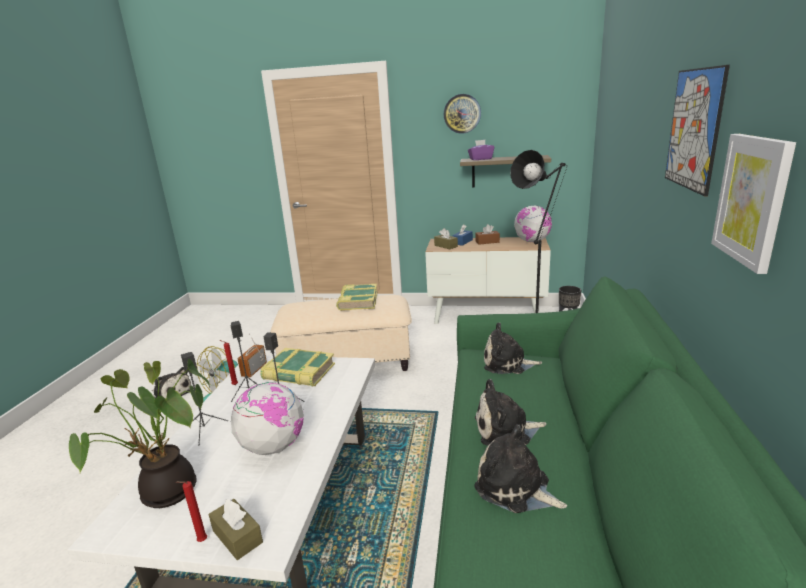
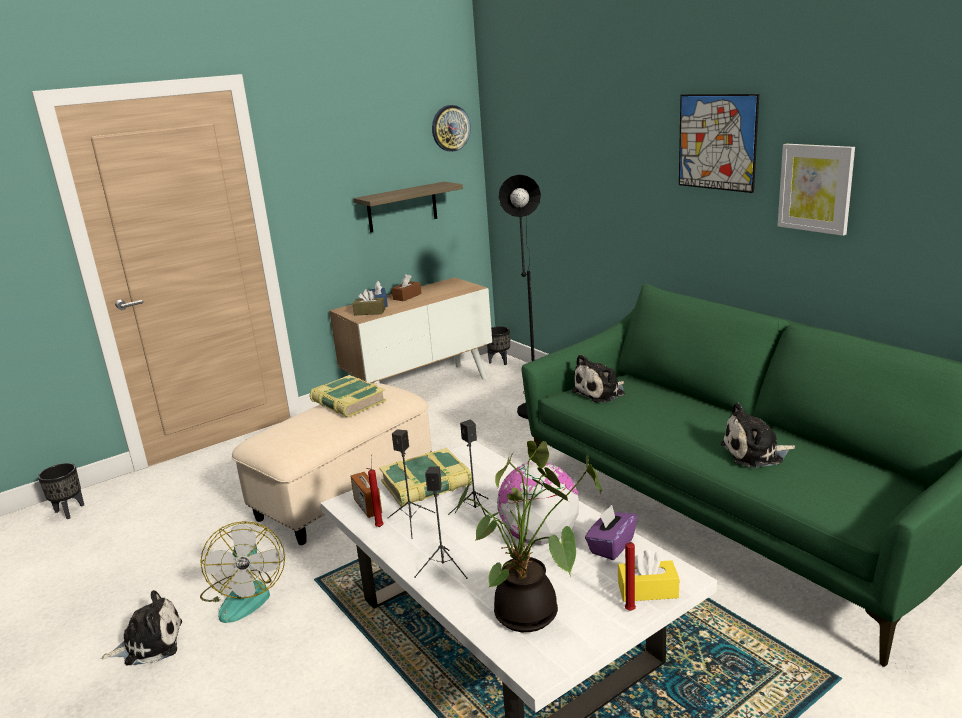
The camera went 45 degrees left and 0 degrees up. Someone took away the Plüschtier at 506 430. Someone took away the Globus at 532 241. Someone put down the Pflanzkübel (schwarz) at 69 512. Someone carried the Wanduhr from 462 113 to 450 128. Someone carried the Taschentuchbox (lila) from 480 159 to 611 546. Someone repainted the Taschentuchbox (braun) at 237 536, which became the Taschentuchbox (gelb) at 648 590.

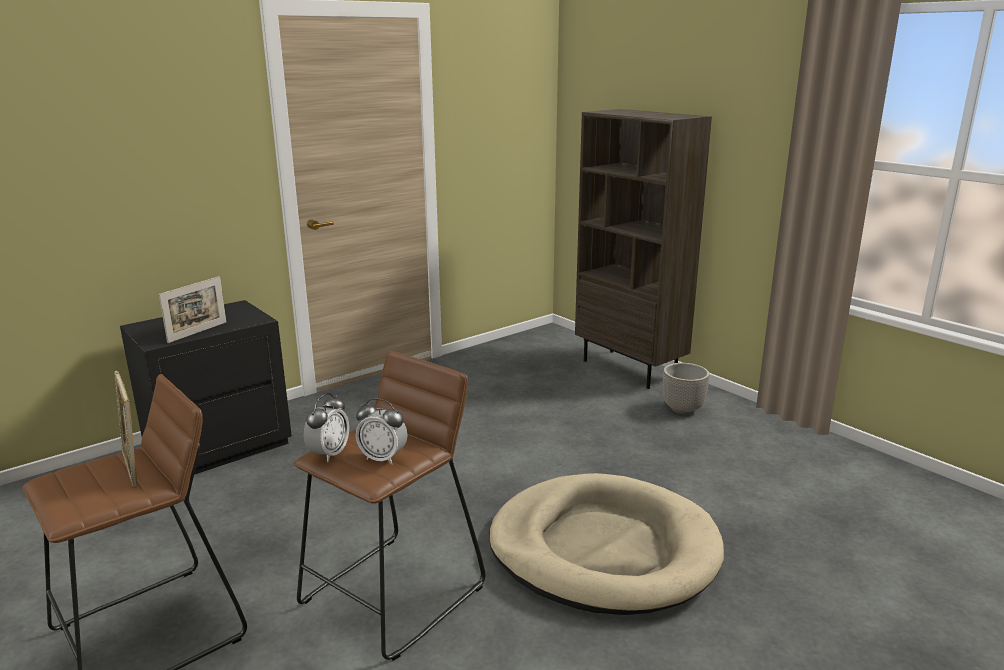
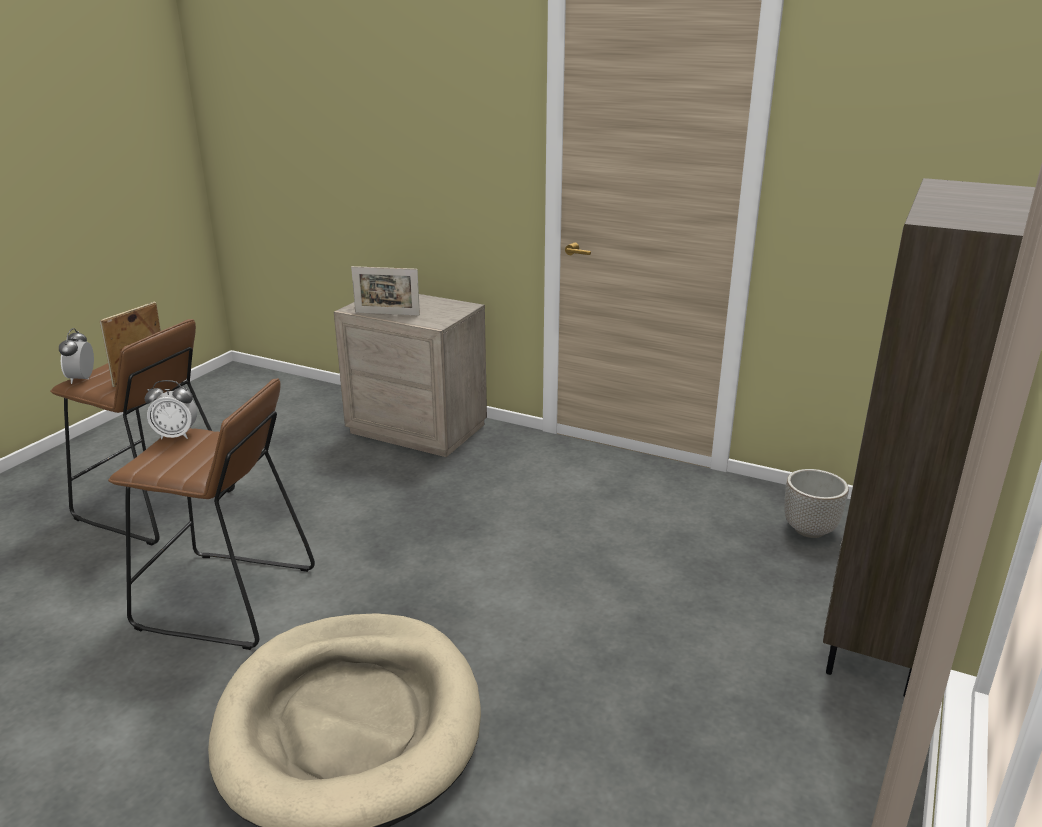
The camera went 65 degrees right and 5 degrees up. Someone carried the Wecker from 383 458 to 82 379. Someone carried the Pflanzkübel from 683 409 to 810 530. Someone repainted the Nachttisch (schwarz) at 218 446, which became the Nachttisch (beige) at 418 428.

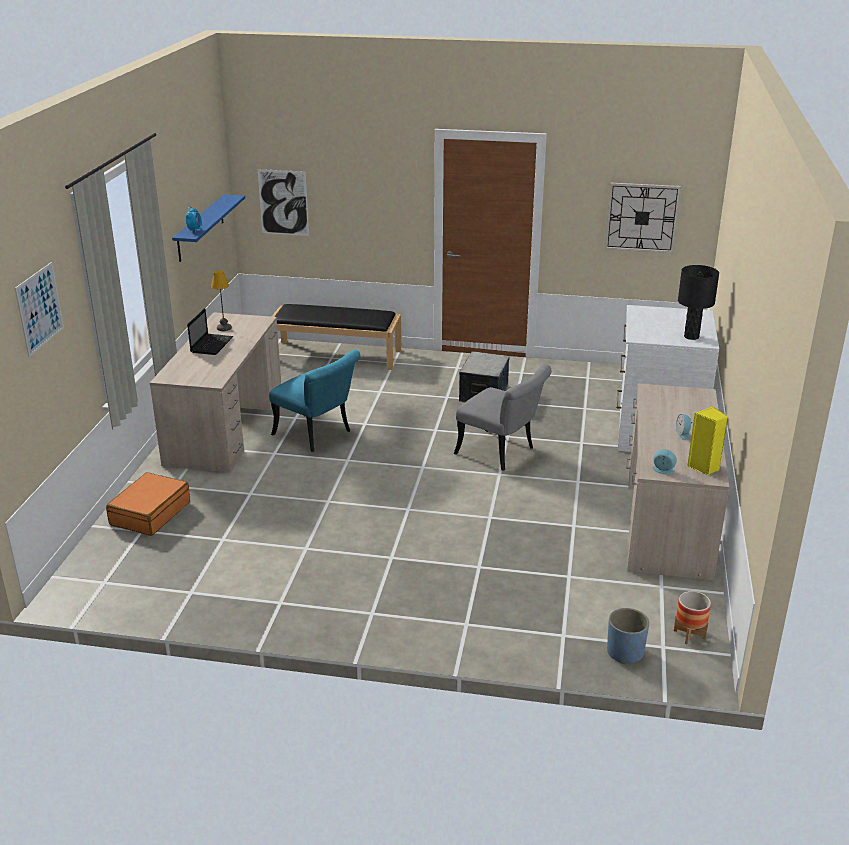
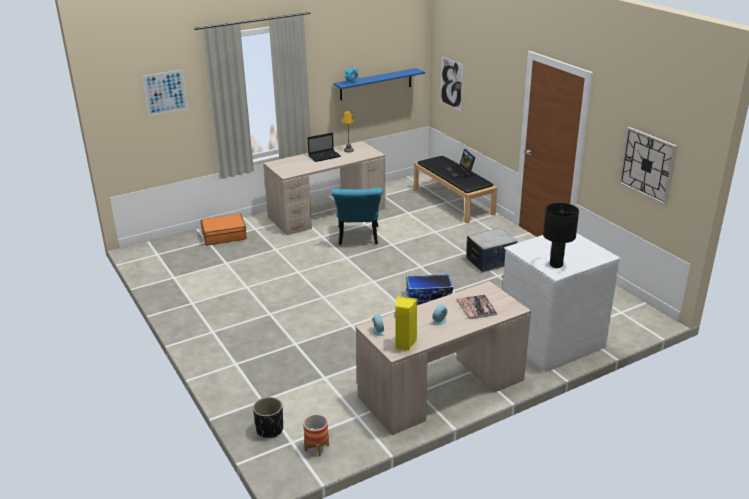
The camera went 50 degrees right and 0 degrees up. Someone put down the Laptop at 460 172. Someone put down the Buch at 476 307. Someone swapped the Stuhl (grau) at 501 453 for the Aufbewahrungsbox at 428 298. Someone repainted the Pflanzkübel (blau) at 625 652, which became the Pflanzkübel (schwarz) at 269 429.

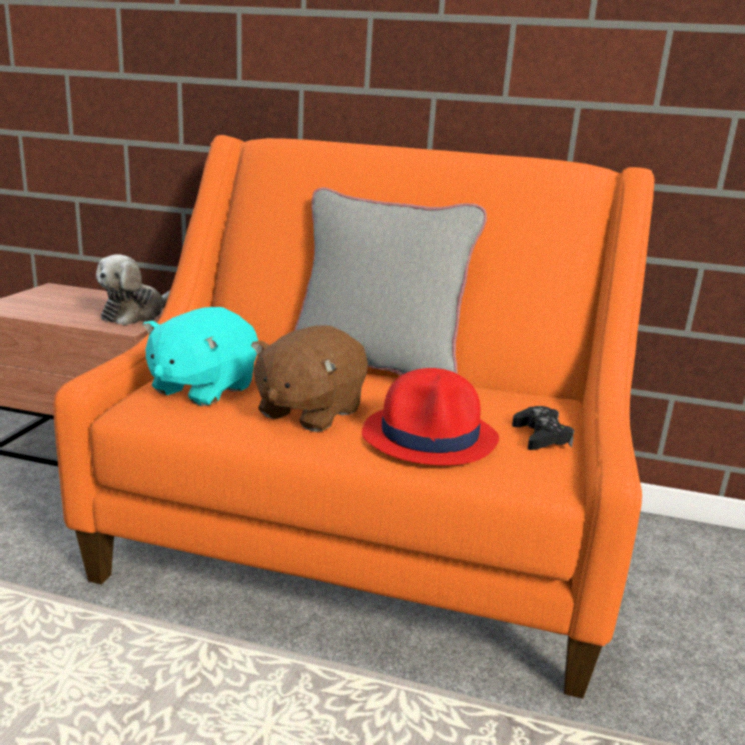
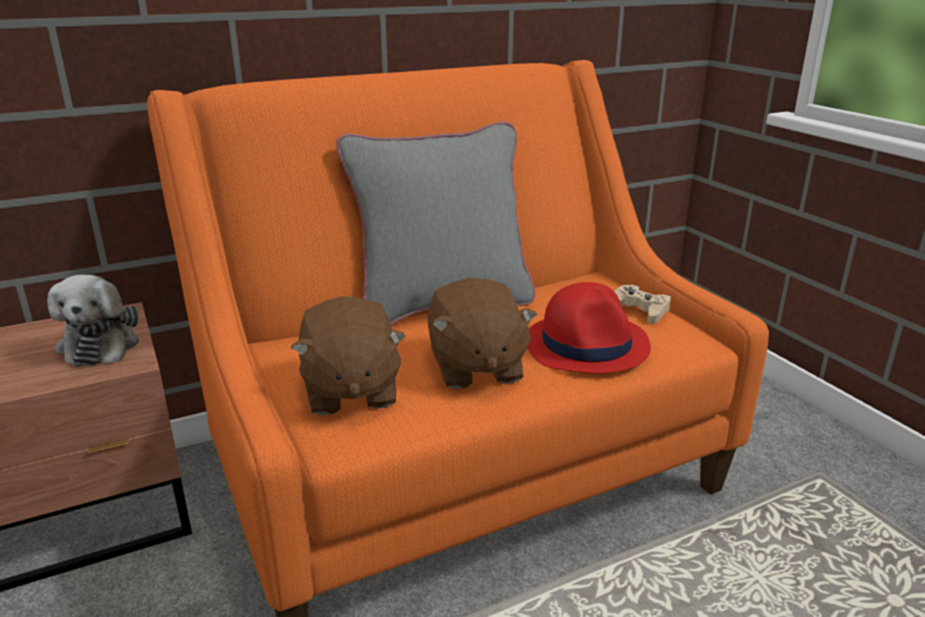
The camera went 40 degrees left and 5 degrees up. Someone repainted the Plüschtier (türkis) at 202 389, which became the Plüschtier (braun) at 349 391. Someone repainted the Gamepad (schwarz) at 541 437, which became the Gamepad (beige) at 639 311.

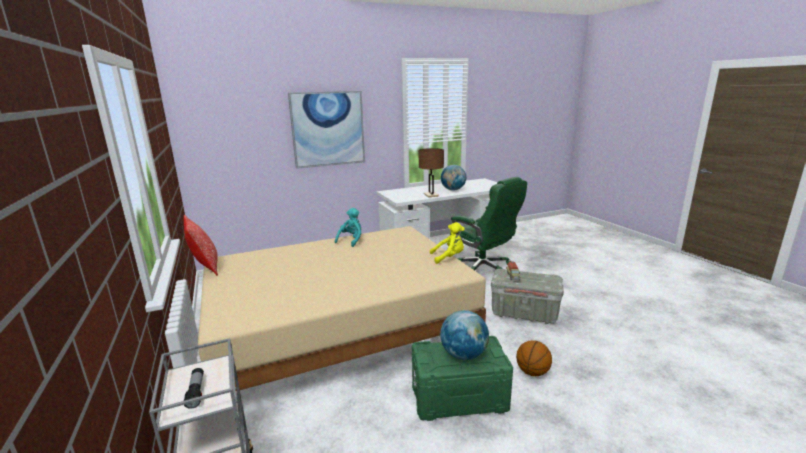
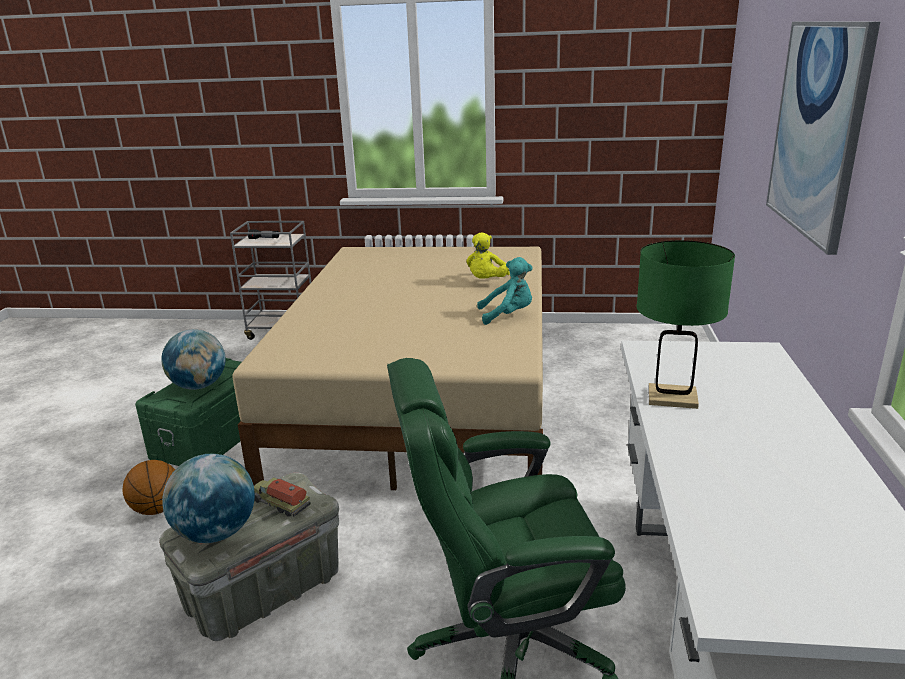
The camera went 120 degrees right and 5 degrees up. Someone took away the Kissen at 205 267. Someone carried the Plüschtier (gelb) from 449 257 to 486 282. Someone carried the Globus from 453 190 to 216 532. Someone repainted the Tischlampe (braun) at 431 195, which became the Tischlampe (grün) at 672 397. Someone rotated the Plüschtier (türkis) at 351 240 by 60 degrees counterclockwise.

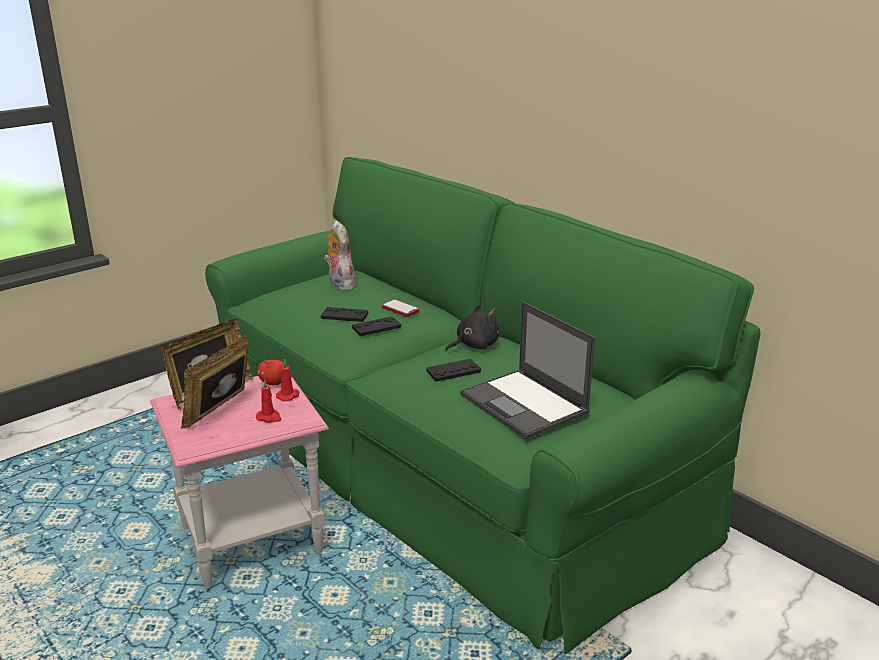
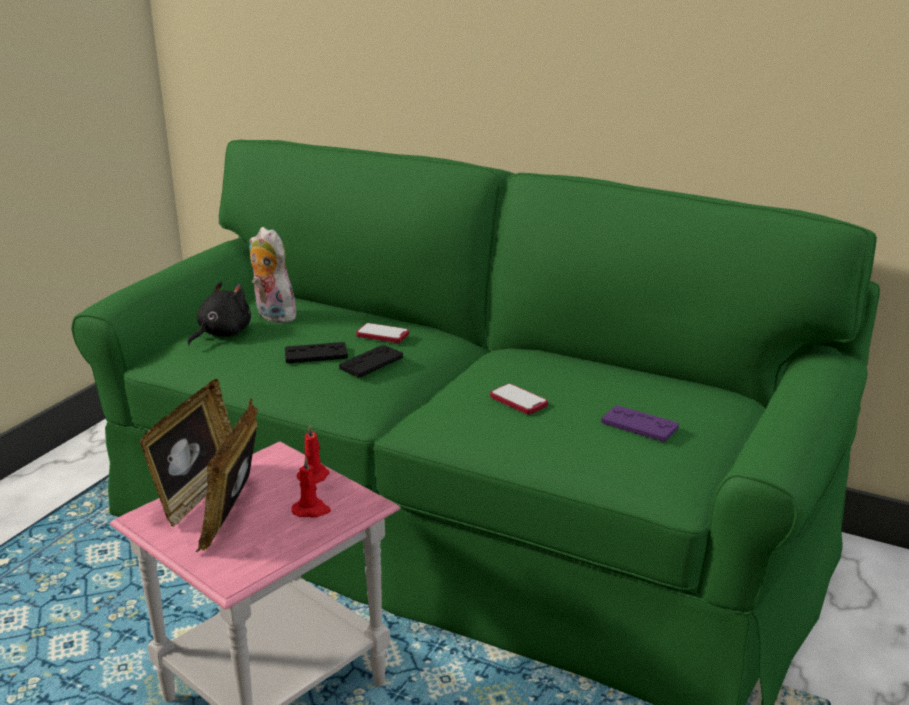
The camera went 20 degrees left and 0 degrees up. Someone took away the Apfel at 274 383. Someone carried the Plüschtier (schwarz) from 474 346 to 222 334. Someone swapped the Gamepad (schwarz) at 453 371 for the Handy at 518 401. Someone swapped the Laptop at 525 404 for the Gamepad (lila) at 639 425.

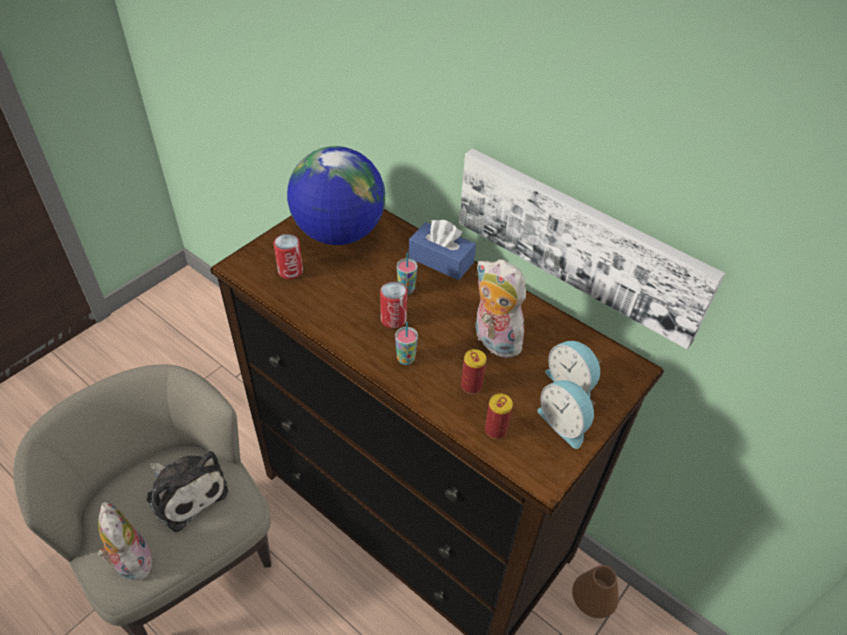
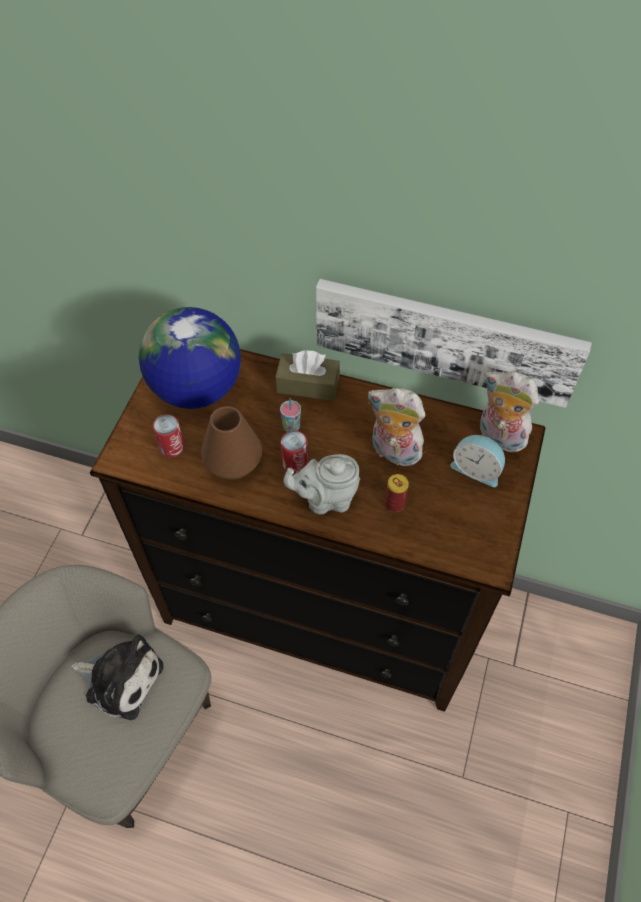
The camera went 20 degrees left and 10 degrees up. Someone took away the Dose at 495 430. Someone took away the Wecker at 564 423. Someone carried the Plüschtier from 131 561 to 499 437. Someone carried the Vase (braun) from 591 601 to 233 464. Someone swapped the Tasse at 406 359 for the Teekanne (grau) at 326 499. Someone repainted the Taschentuchbox (blau) at 441 260, which became the Taschentuchbox (braun) at 308 384.

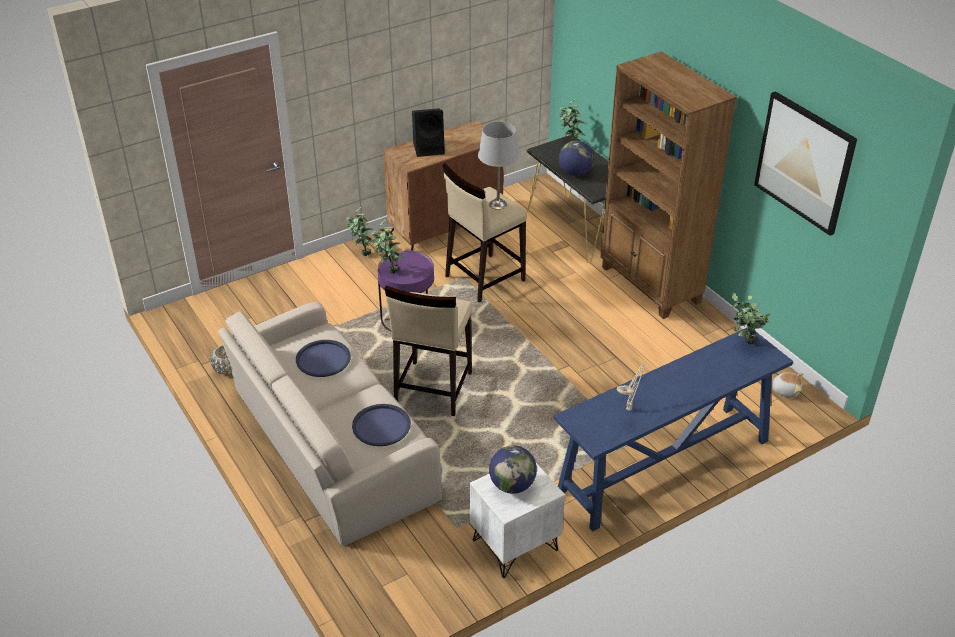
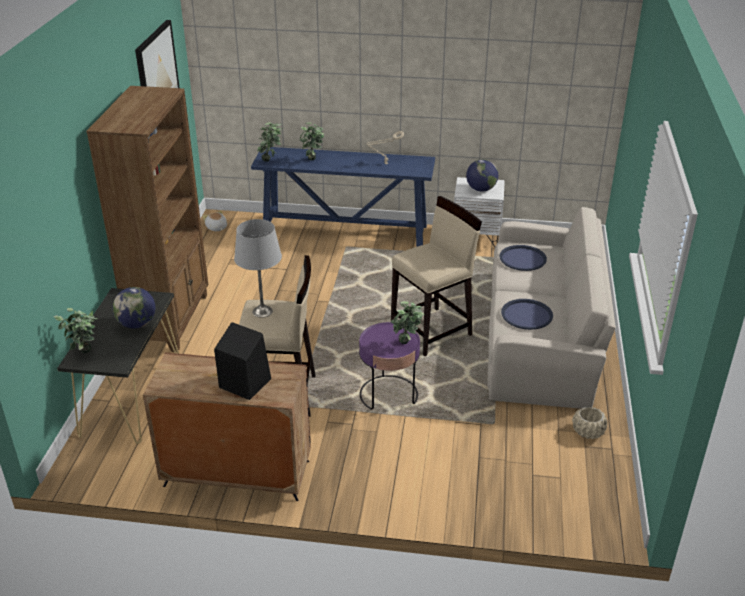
The camera went 140 degrees left and 5 degrees down. Someone carried the Topfpflanze from 361 252 to 313 161.

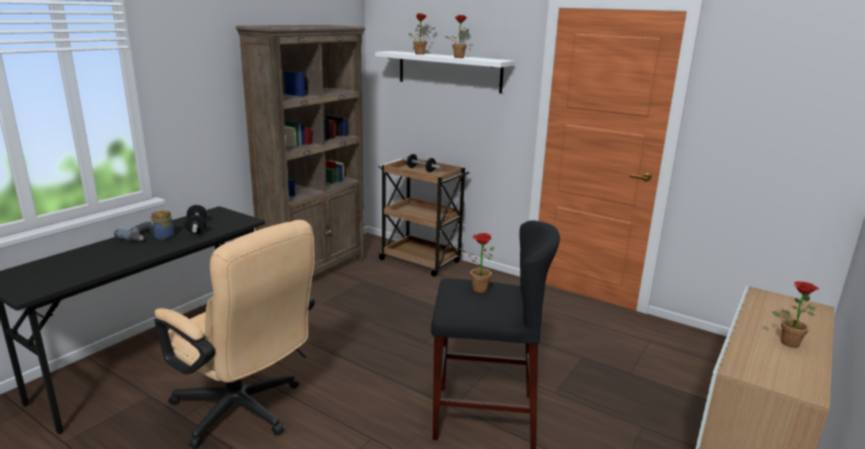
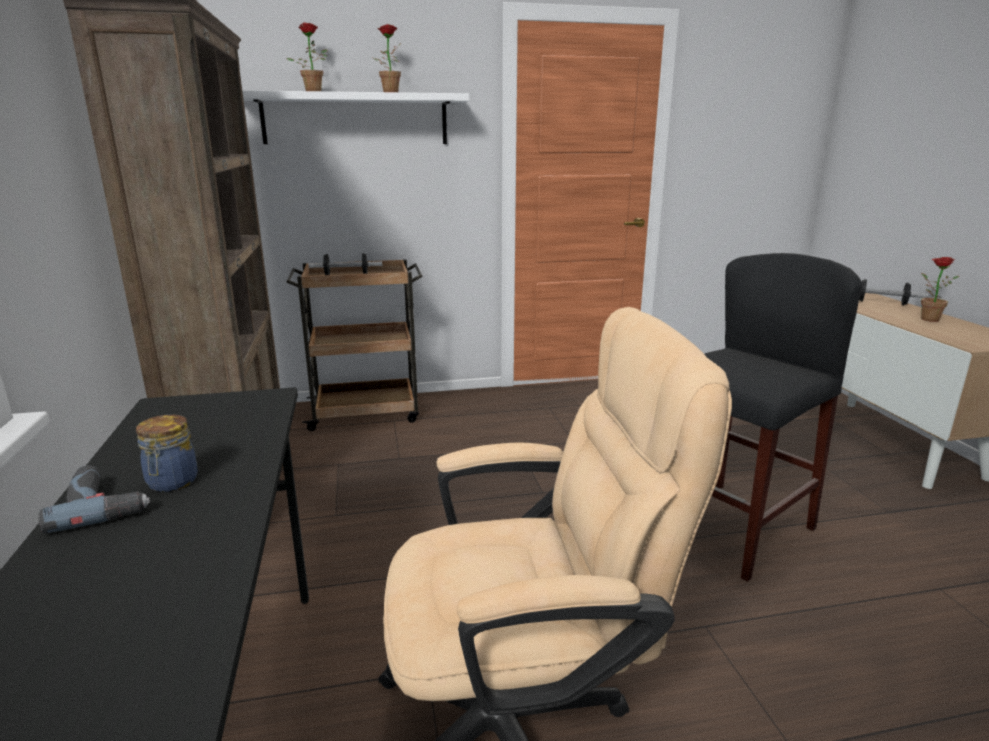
The camera went 45 degrees left and 0 degrees up. Someone took away the Topfpflanze at 476 289. Someone carried the Hantel from 197 228 to 881 303.

